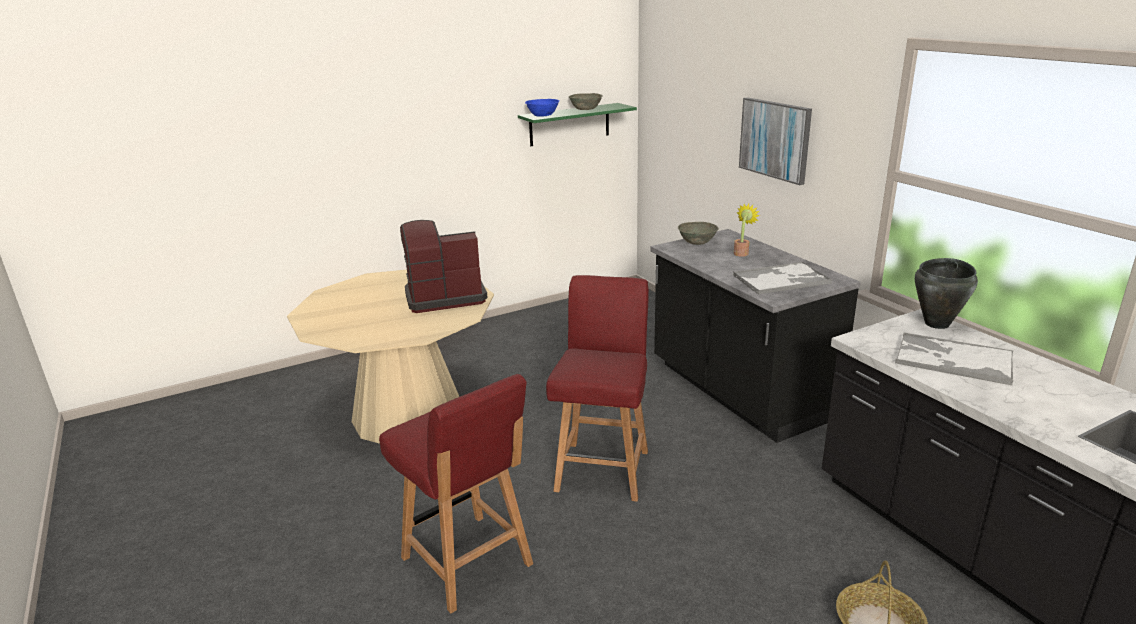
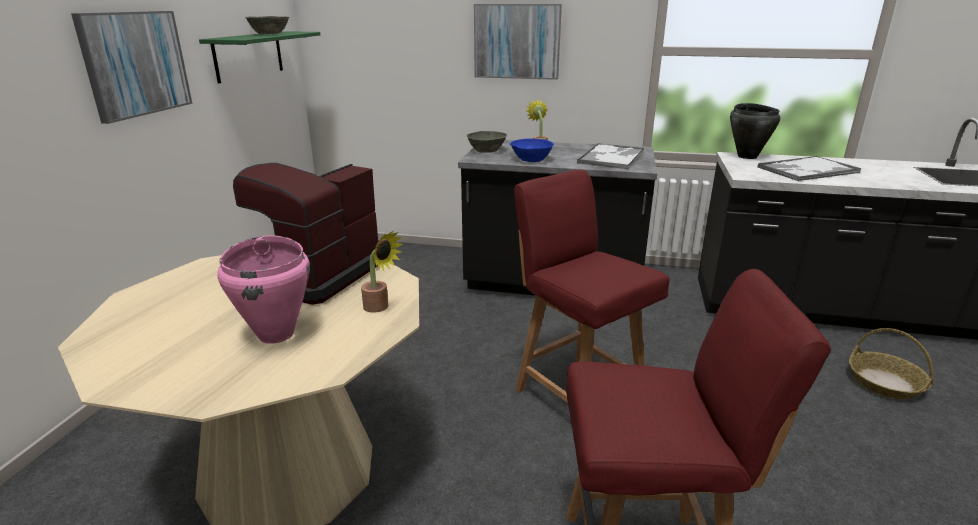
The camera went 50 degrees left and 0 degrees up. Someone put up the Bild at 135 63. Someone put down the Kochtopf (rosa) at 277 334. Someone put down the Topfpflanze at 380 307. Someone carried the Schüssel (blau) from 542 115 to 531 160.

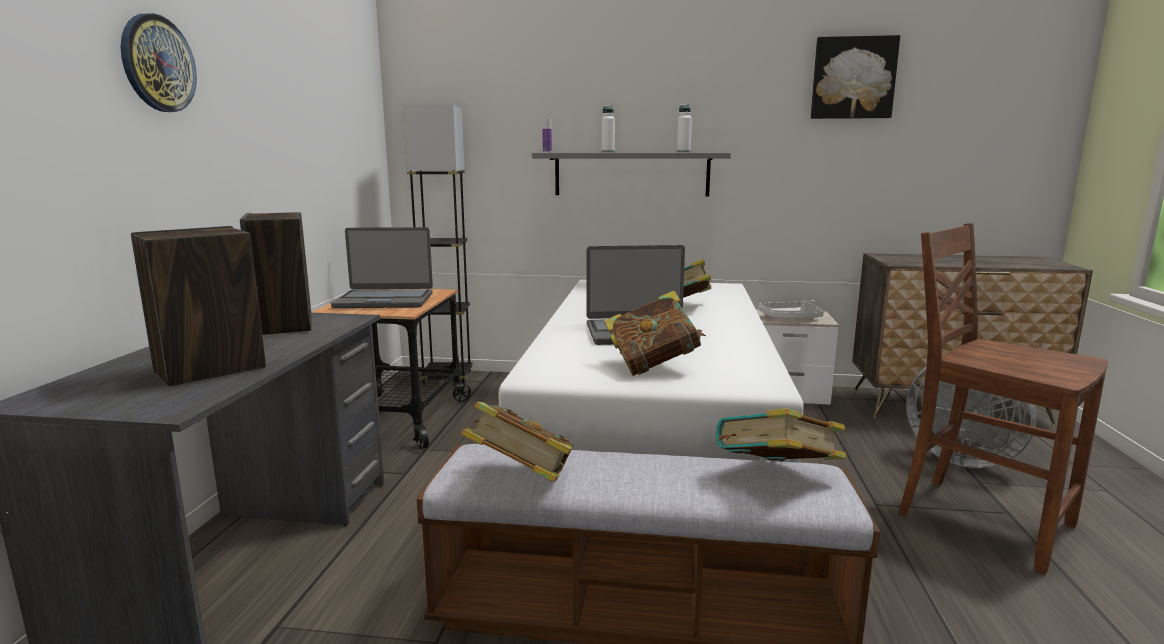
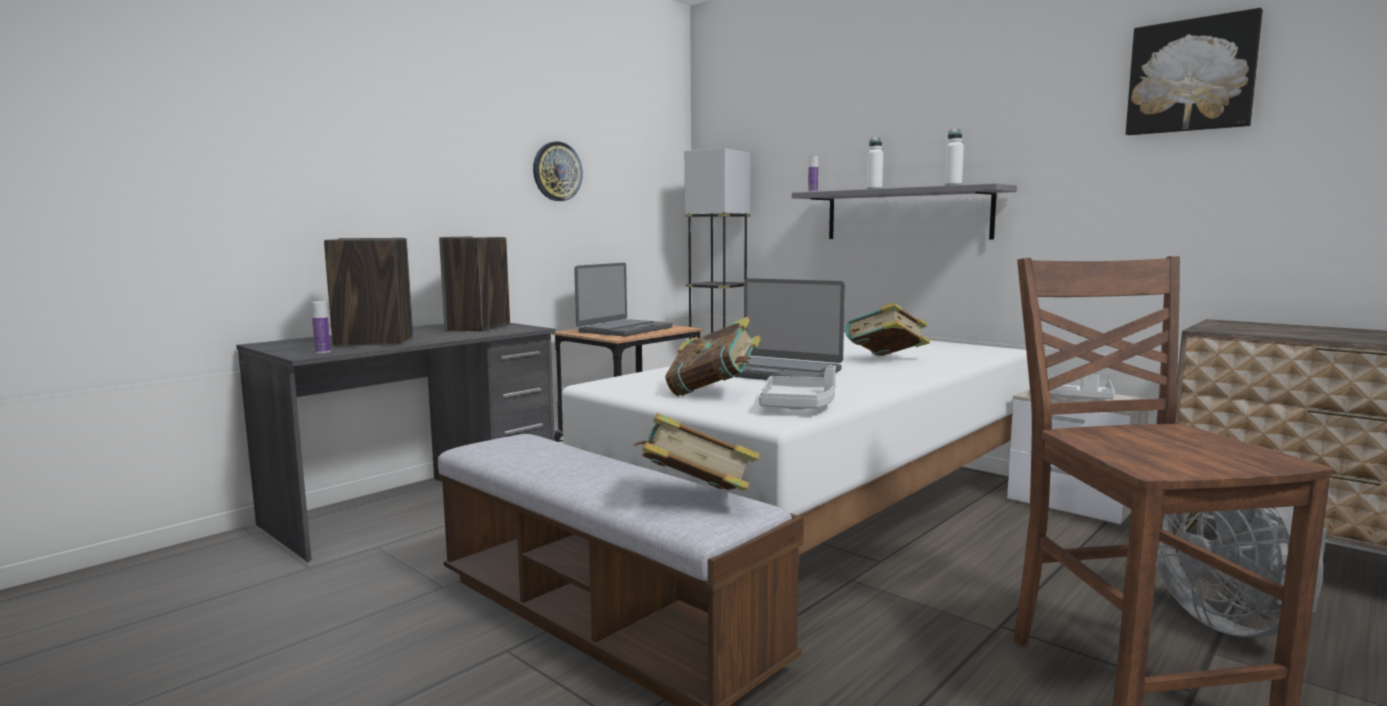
The camera went 35 degrees right and 5 degrees down. Someone took away the Buch at 521 480. Someone put down the Flasche at 323 352. Someone put down the Tablett (grau) at 798 406. Someone carried the Wanduhr from 157 64 to 557 171. Someone rotated the Laptop at 384 300 by 90 degrees counterclockwise.

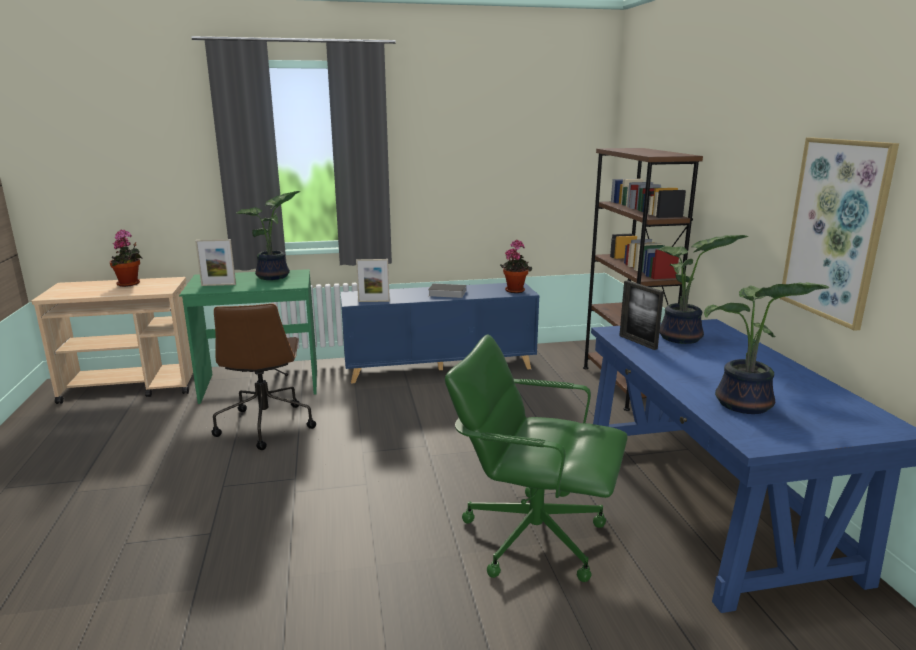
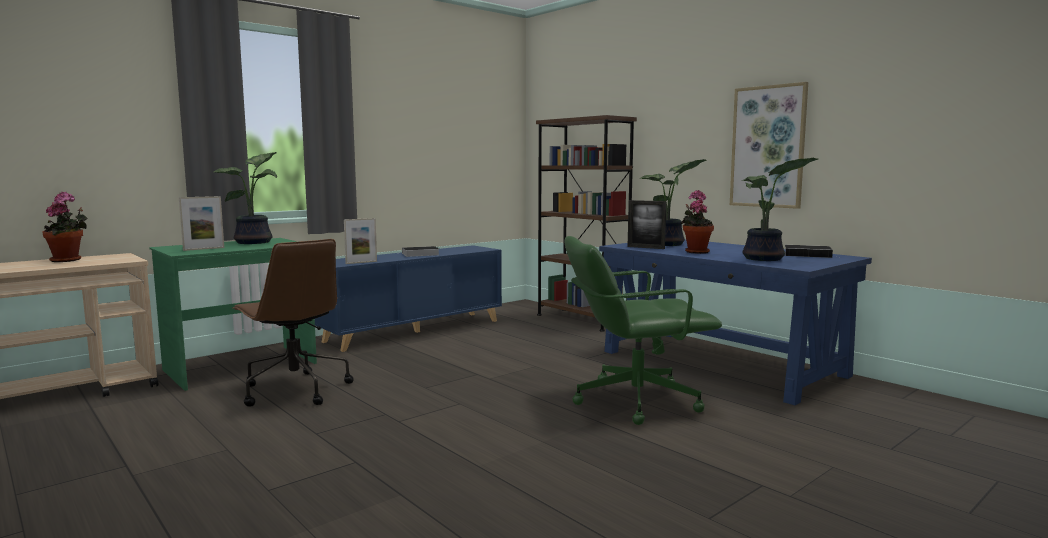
The camera went 30 degrees left and 10 degrees down. Someone put down the Buch at 809 255. Someone carried the Topfpflanze from 515 290 to 695 252.

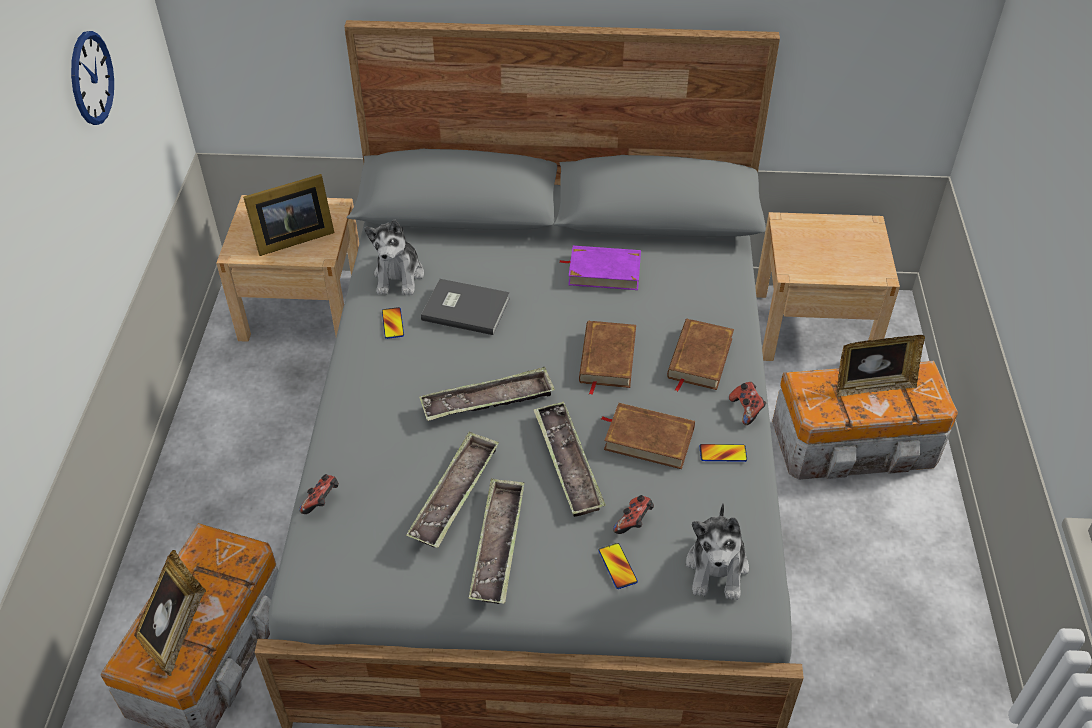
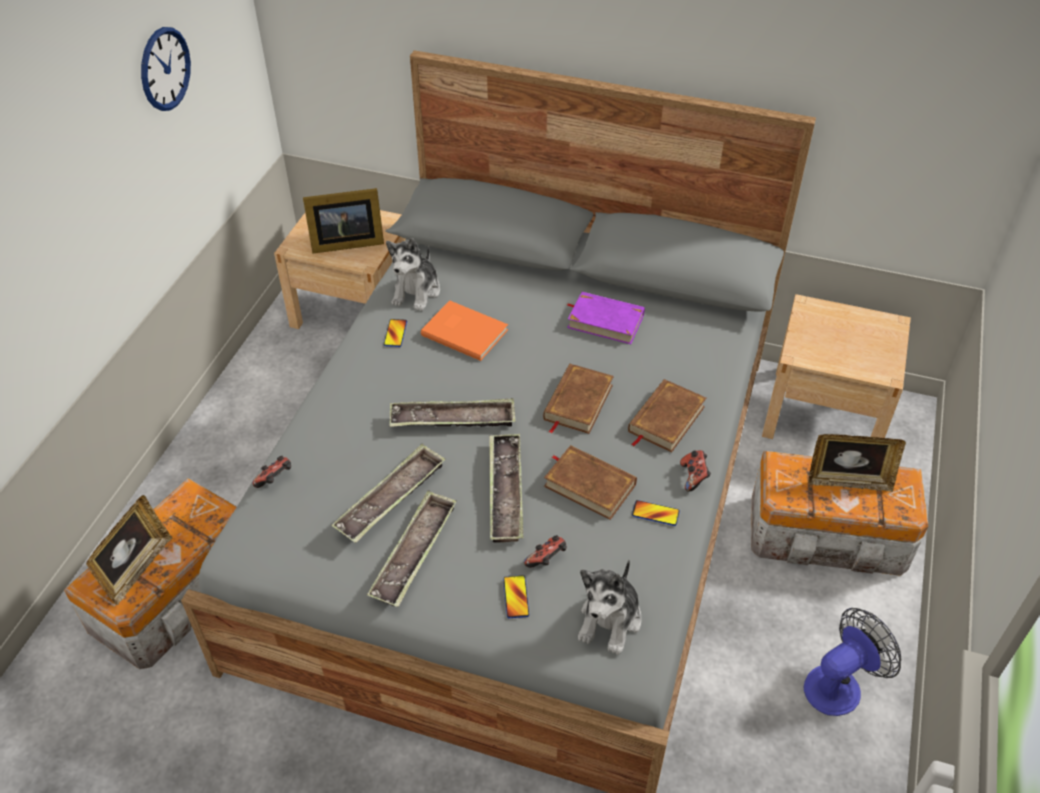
The camera went 15 degrees right and 0 degrees up. Someone put down the Ventilator at 839 684. Someone repainted the Buch (grau) at 465 307, which became the Buch (orange) at 464 331.

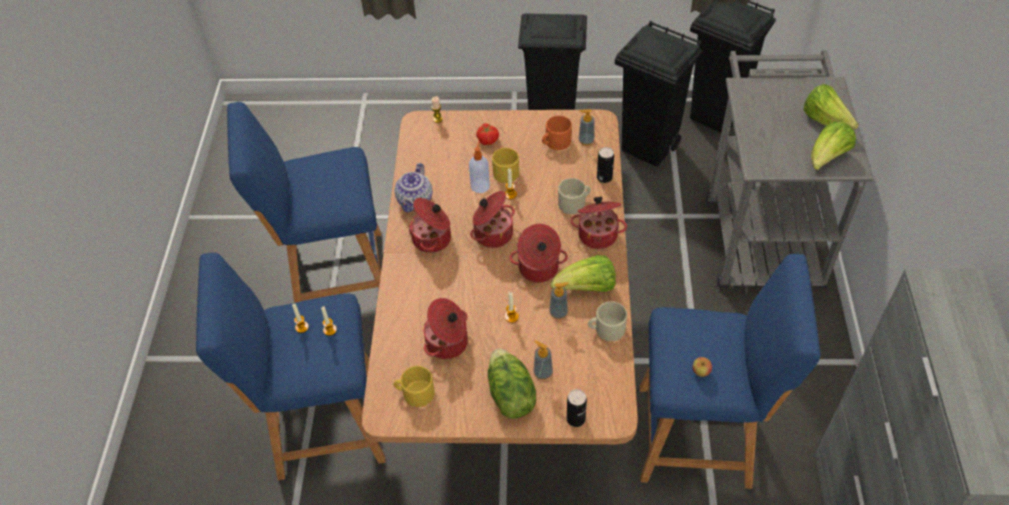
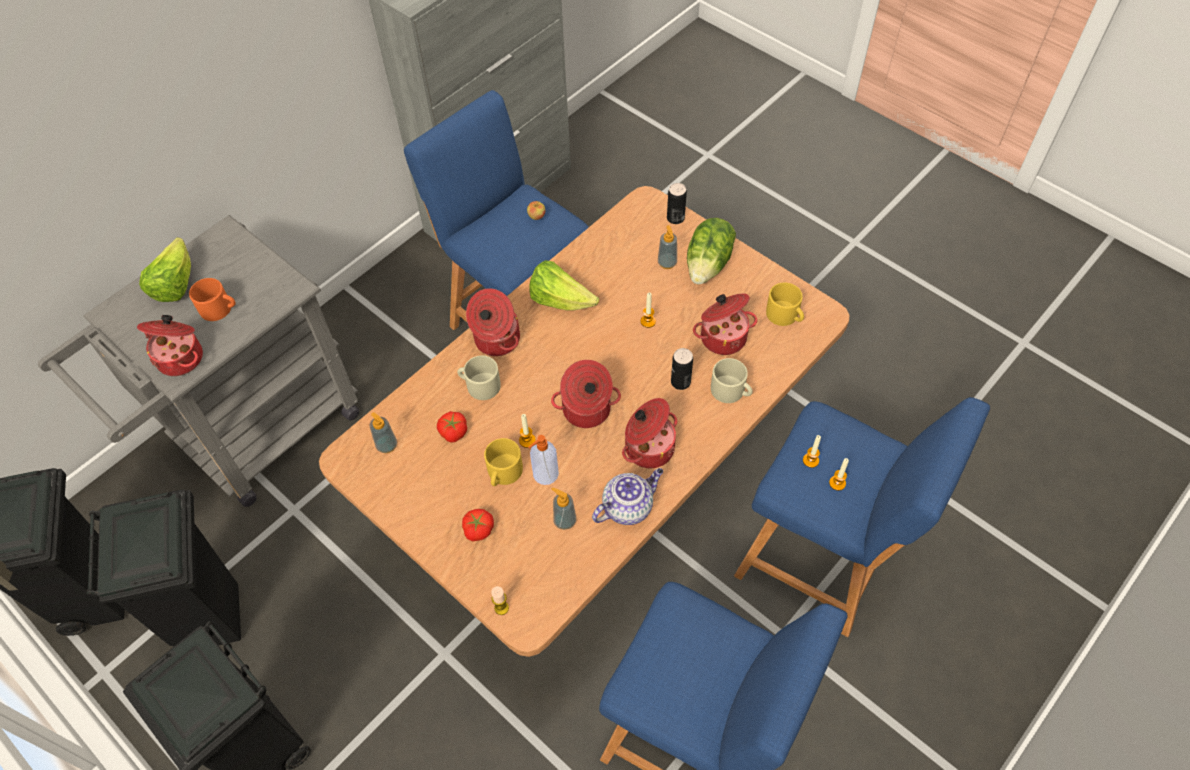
The camera went 140 degrees left and 5 degrees up. Someone took away the Salatkopf at 827 158. Someone put down the Tomate at 453 432. Someone carried the Kochtopf from 538 269 to 181 357. Someone carried the Henkelbecher (orange) from 555 142 to 219 309. Someone carried the Seifenspender from 558 313 to 564 521. Someone carried the Henkelbecher (beige) from 606 329 to 731 391. Someone carried the Dose from 604 177 to 680 382.

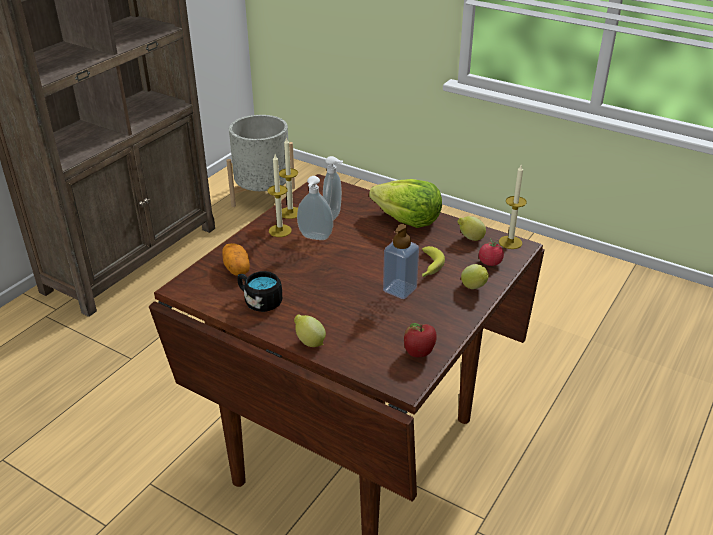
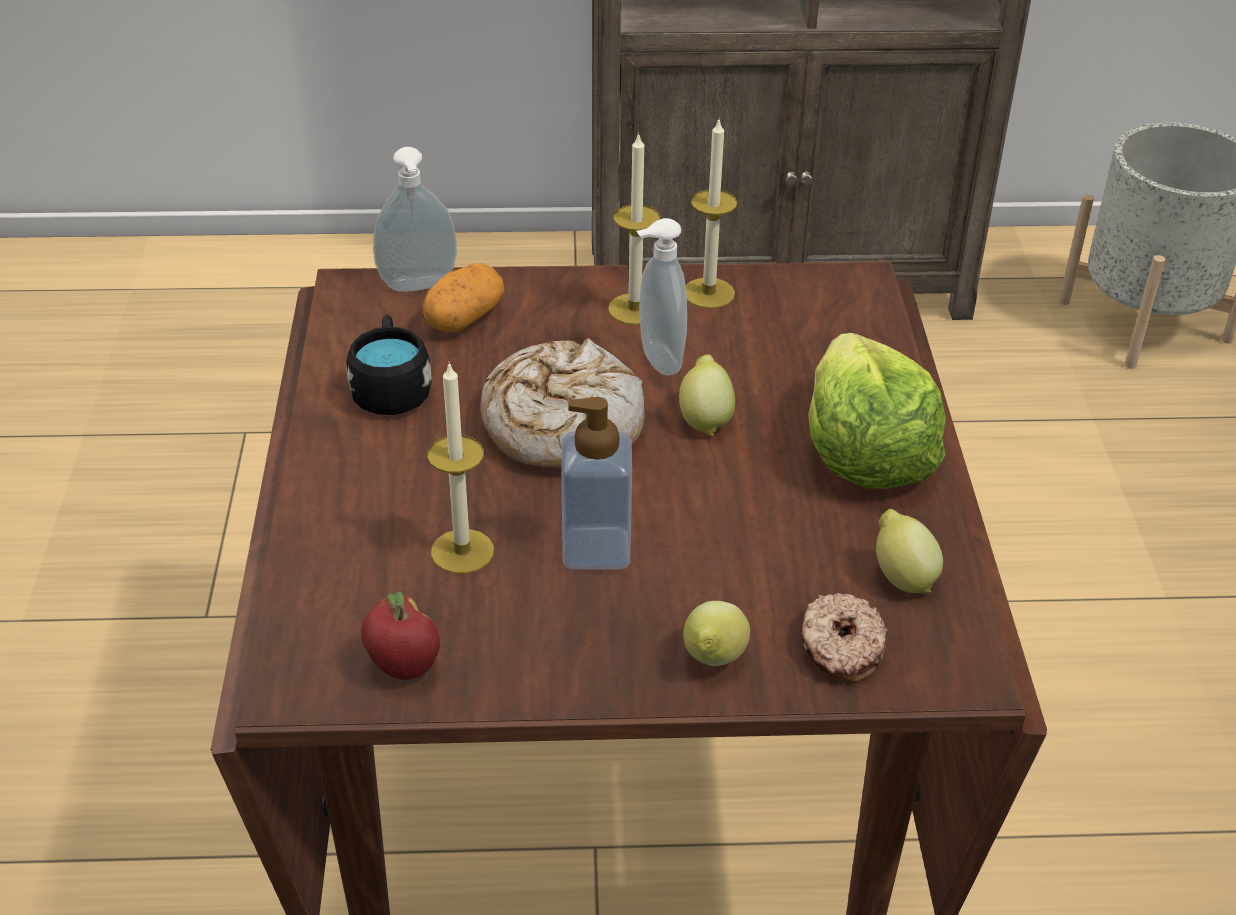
The camera went 55 degrees right and 5 degrees up. Someone took away the Banane at 428 267. Someone put down the Brot at 561 425. Someone carried the Zitrone from 309 342 to 705 419. Someone carried the Seifenspender from 334 216 to 419 287. Someone carried the Kerze from 510 242 to 462 551. Someone swapped the Tomate at 490 262 for the Donut at 840 648.

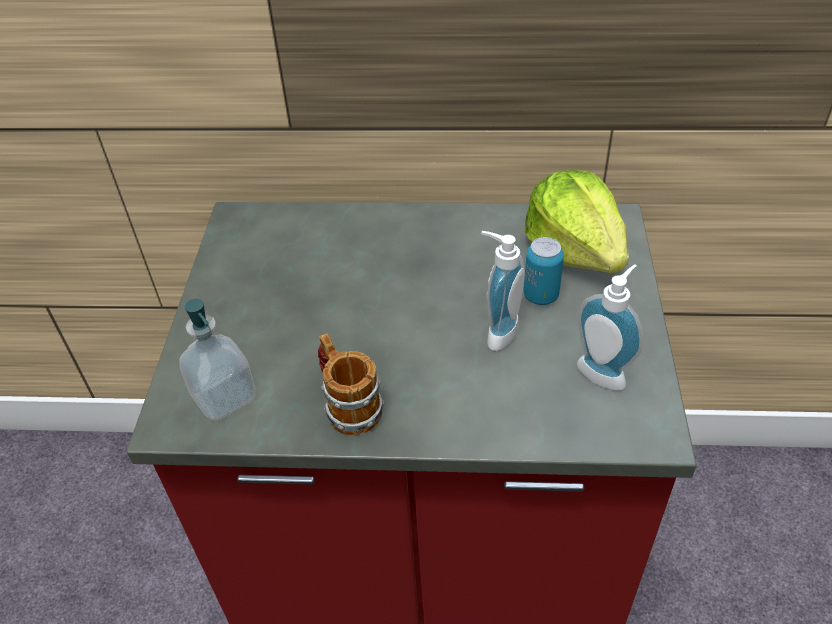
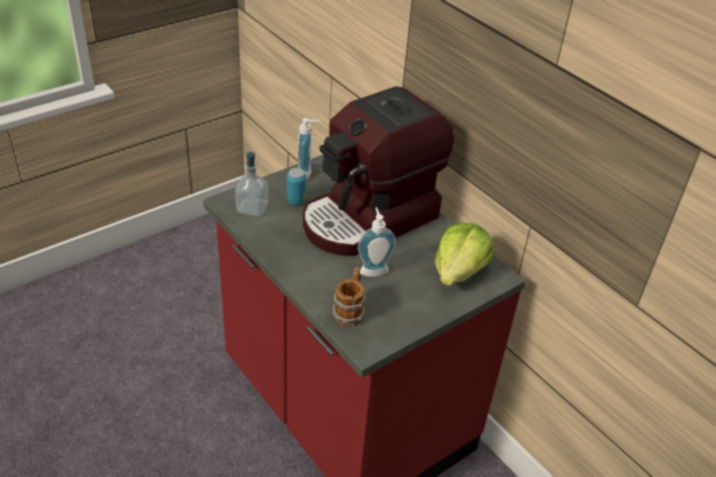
The camera went 45 degrees right and 5 degrees down. Someone put down the Kaffeemaschine at 370 219. Someone carried the Henkelbecher from 348 405 to 350 310. Someone carried the Dose from 540 295 to 296 201. Someone carried the Seifenspender from 604 371 to 307 173.

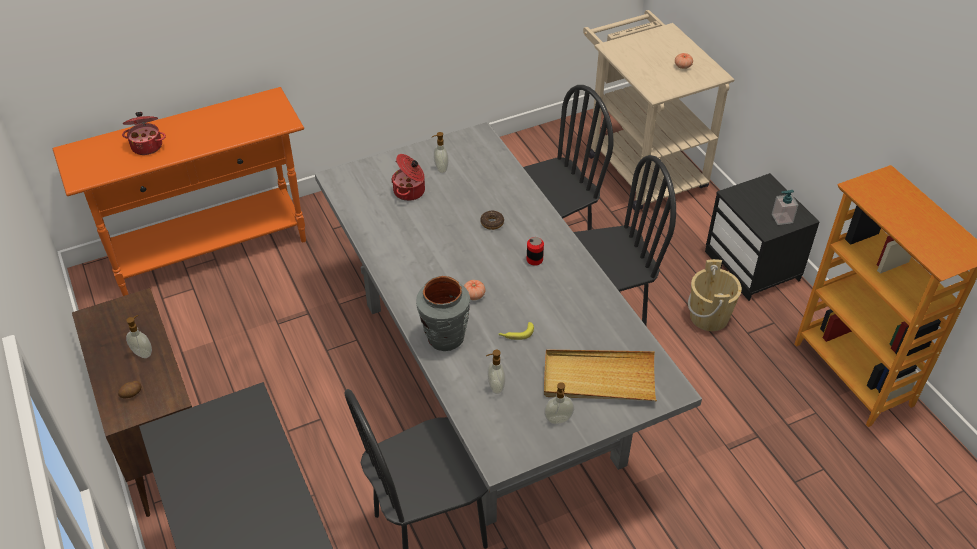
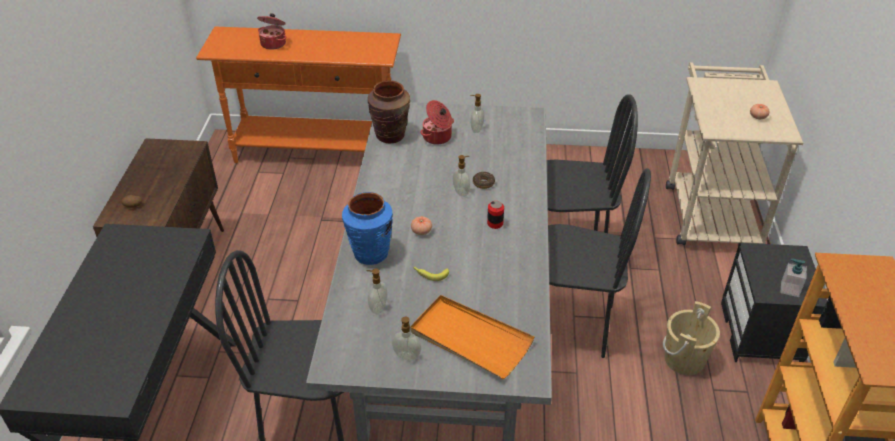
The camera went 30 degrees right and 5 degrees down. Someone put down the Vase (braun) at 390 136. Someone carried the Seifenspender from 143 352 to 461 192. Someone repainted the Vase (grau) at 445 338, which became the Vase (blau) at 370 253. Someone repainted the Tablett (beige) at 599 378, which became the Tablett (orange) at 470 339.

